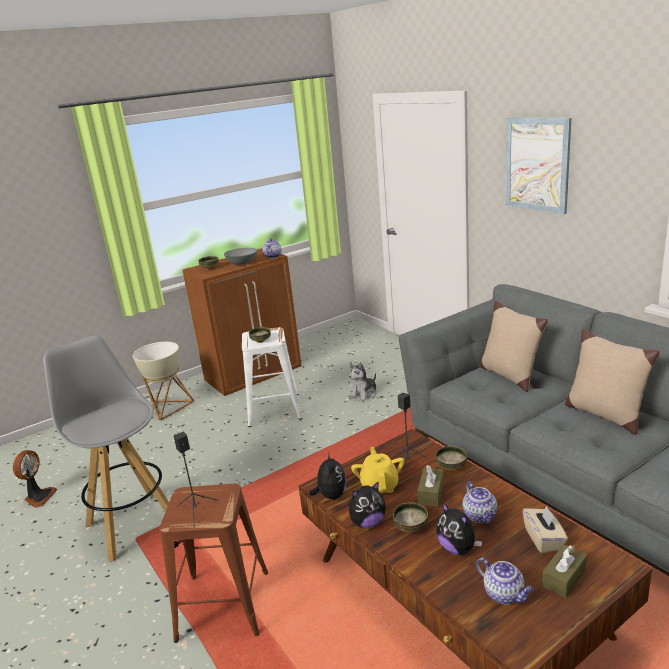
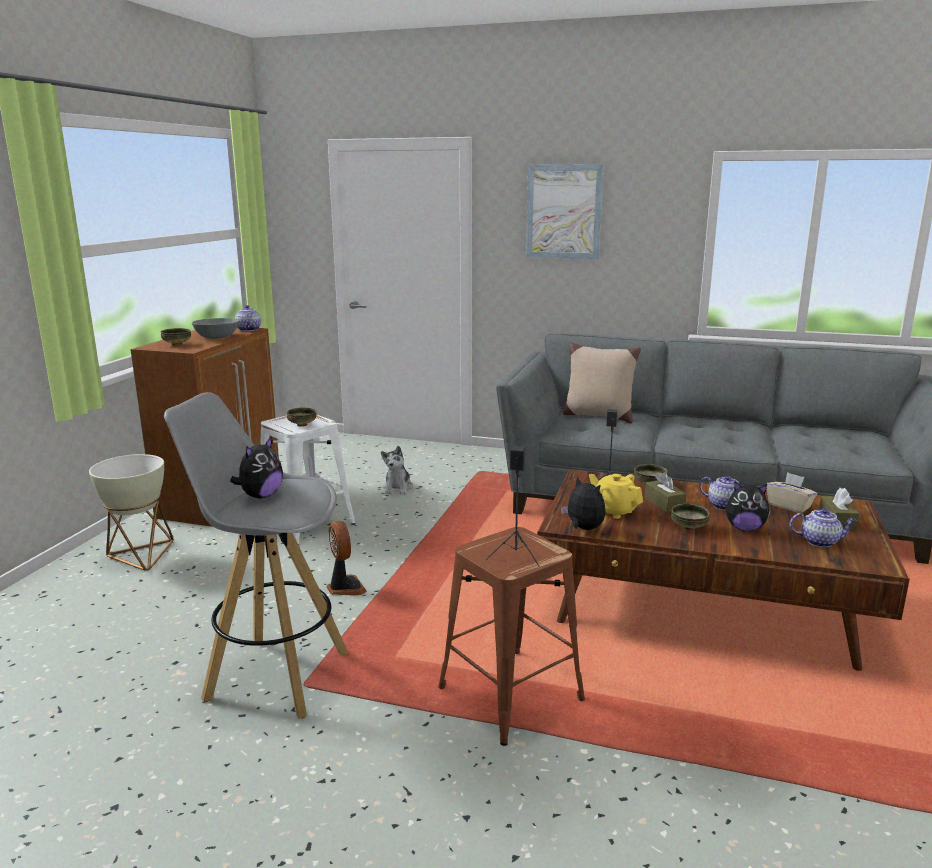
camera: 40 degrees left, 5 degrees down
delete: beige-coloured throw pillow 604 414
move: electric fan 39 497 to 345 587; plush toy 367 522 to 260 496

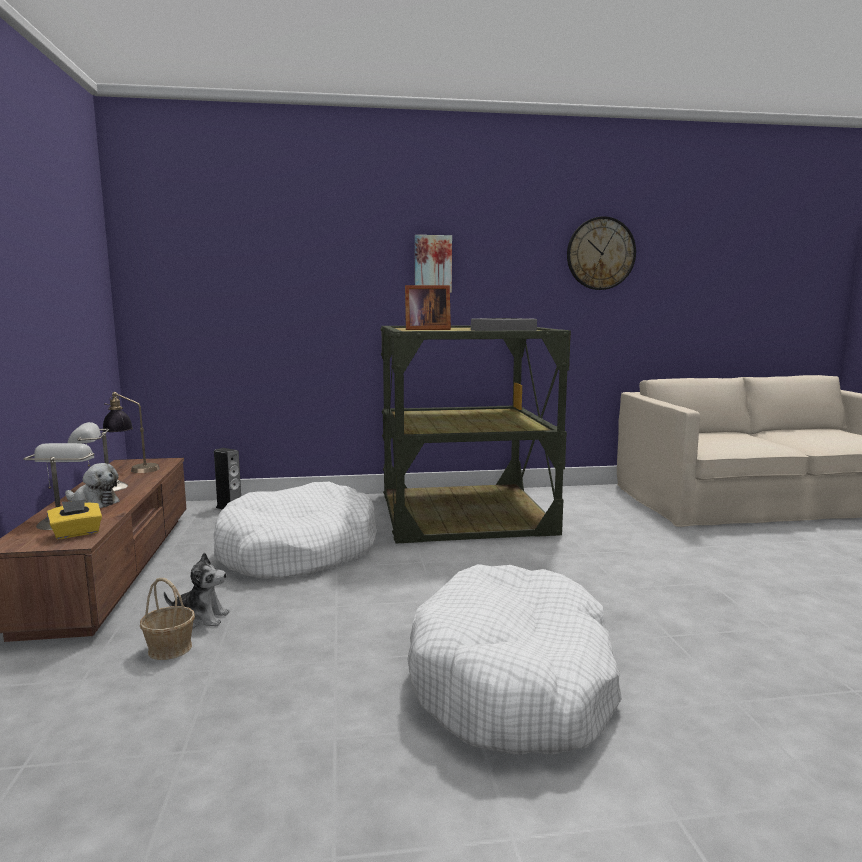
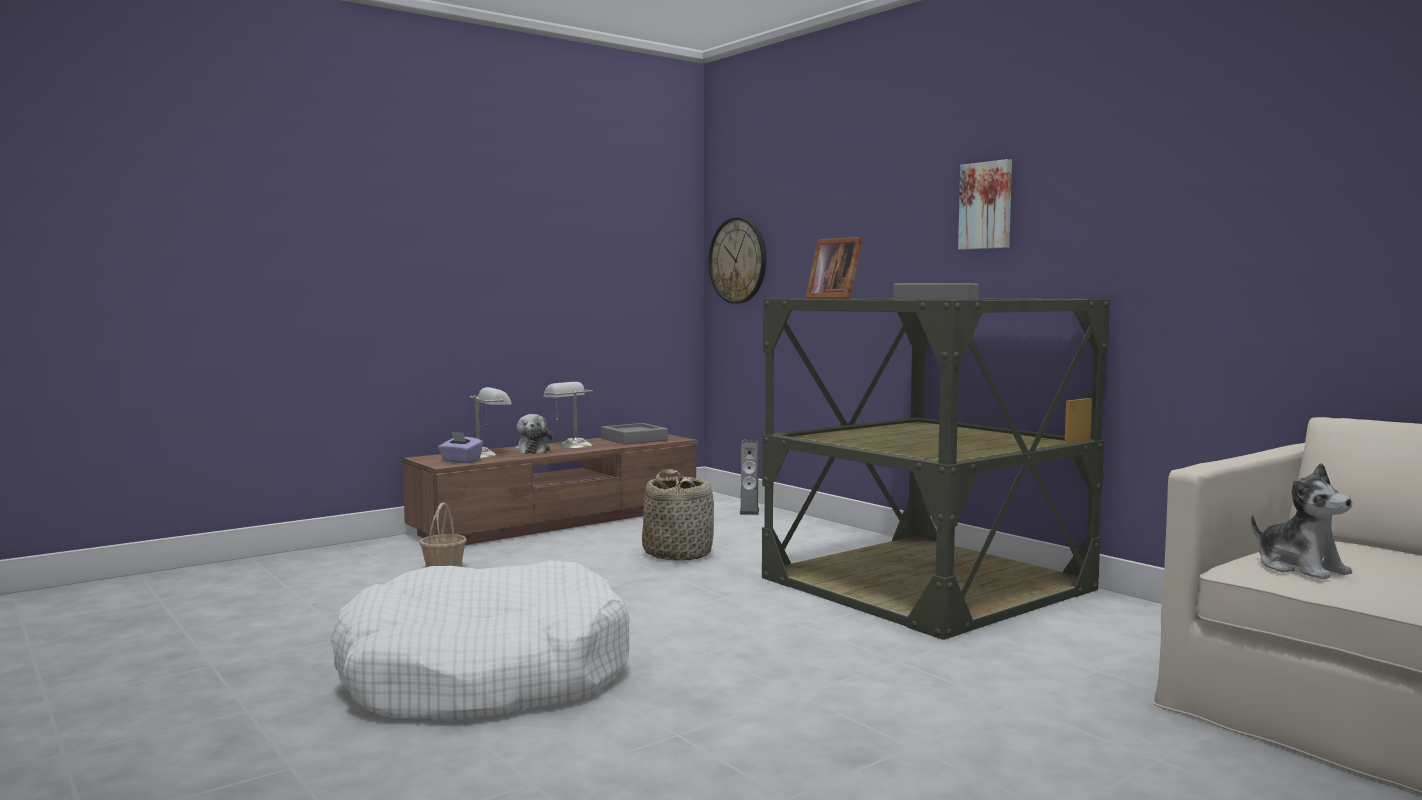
camera: 60 degrees right, 5 degrees down
move: plush toy 200 618 to 1300 568; hanging clock 600 253 to 738 260
replace: lamp for a table 133 469 to greyish serving tray 634 439; whitish dog cushion 297 551 to basket 678 554
recolor: yellow-coloured tissue holder 77 533 to purple tissue holder 460 461

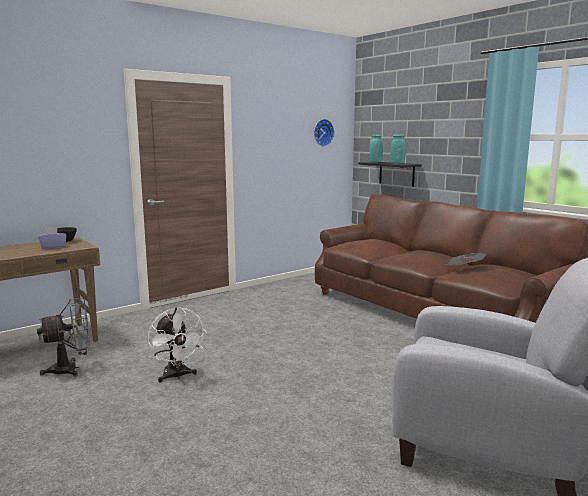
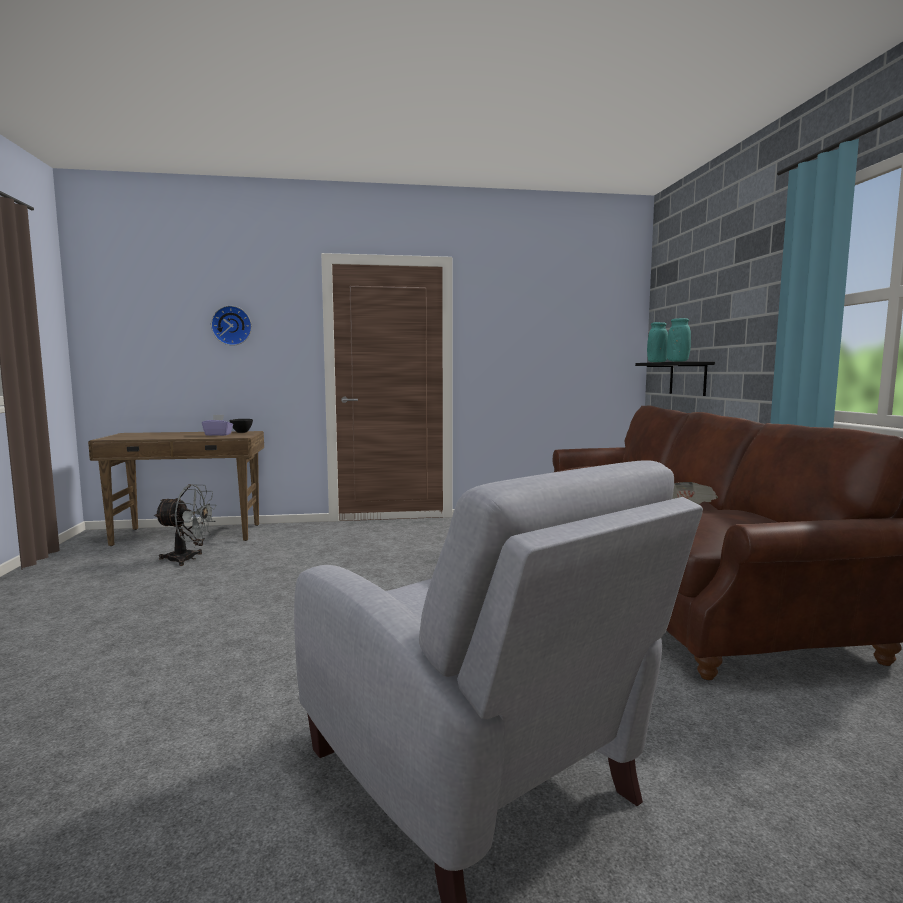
camera: 30 degrees right, 5 degrees down
delete: whitish electric fan 177 376
move: hanging clock 322 132 to 232 325

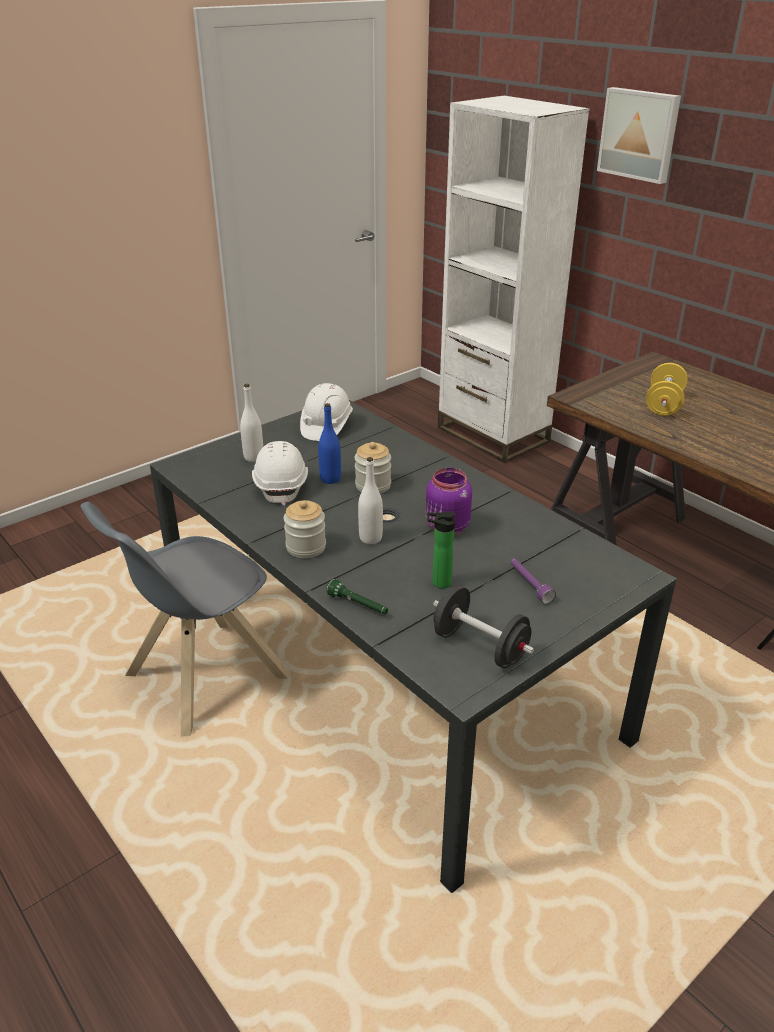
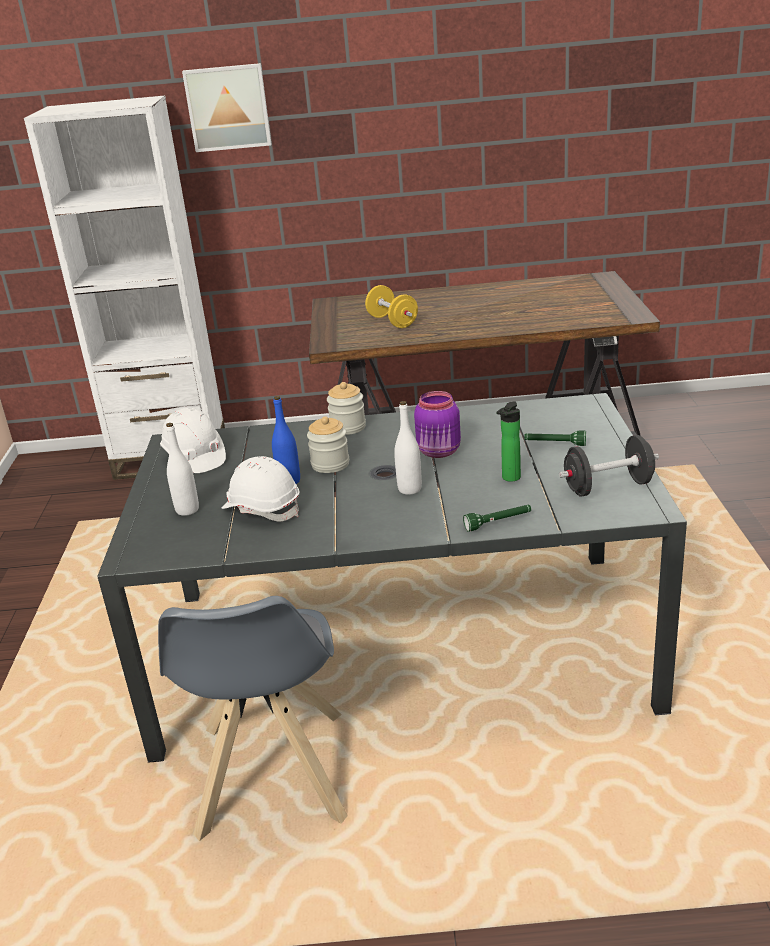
camera: 50 degrees left, 5 degrees down
move: jar 306 547 to 348 427
recolor: purple flashlight 529 584 to green-coloured flashlight 555 444

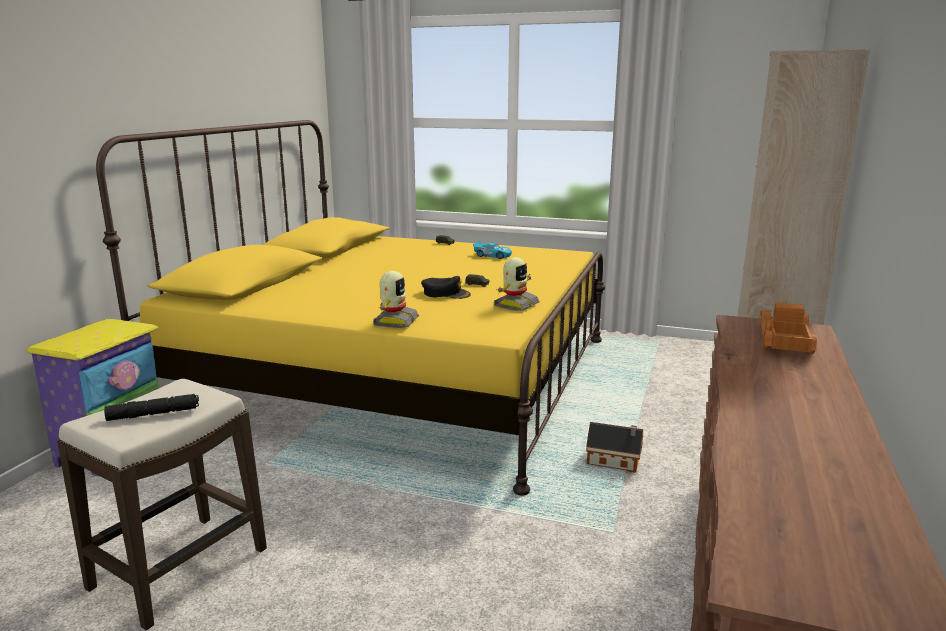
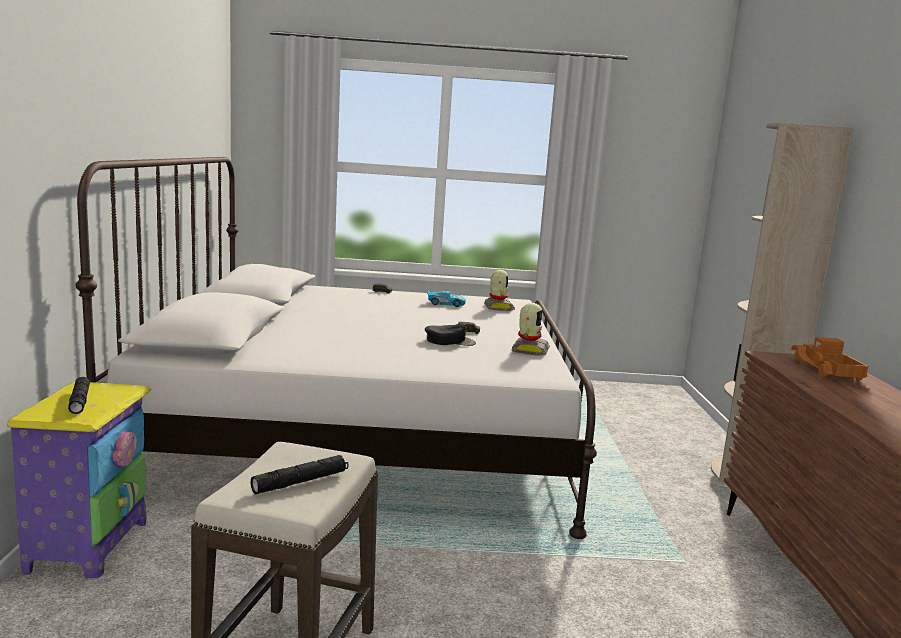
camera: 20 degrees left, 5 degrees down
delete: toy house 615 461
insert: black flashlight 80 401
move: model robot 394 321 to 498 307
recolor: yellow-coloured sleeping bed 399 376 to whitish sleeping bed 364 433

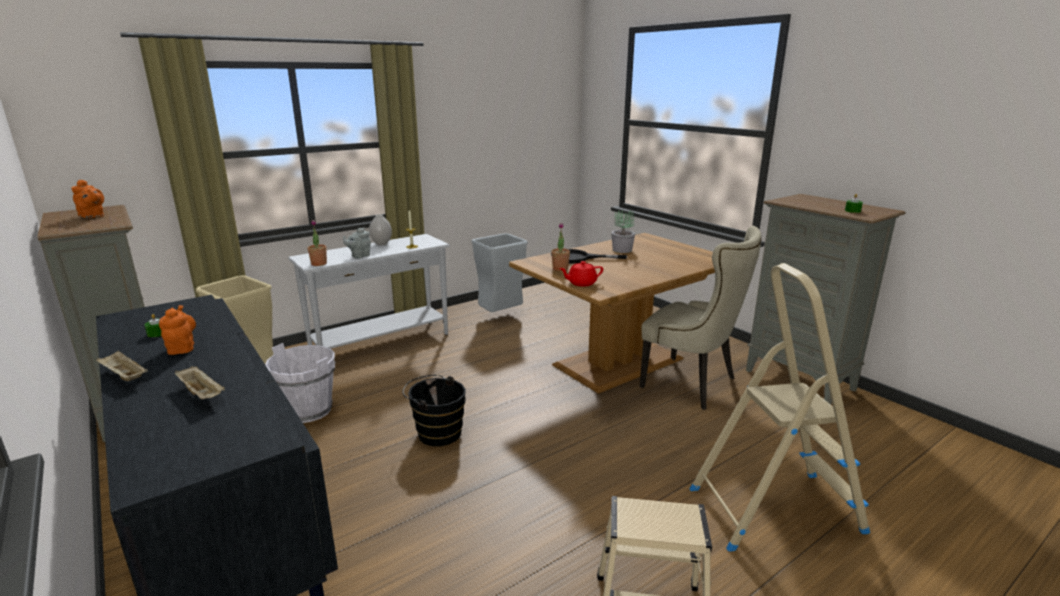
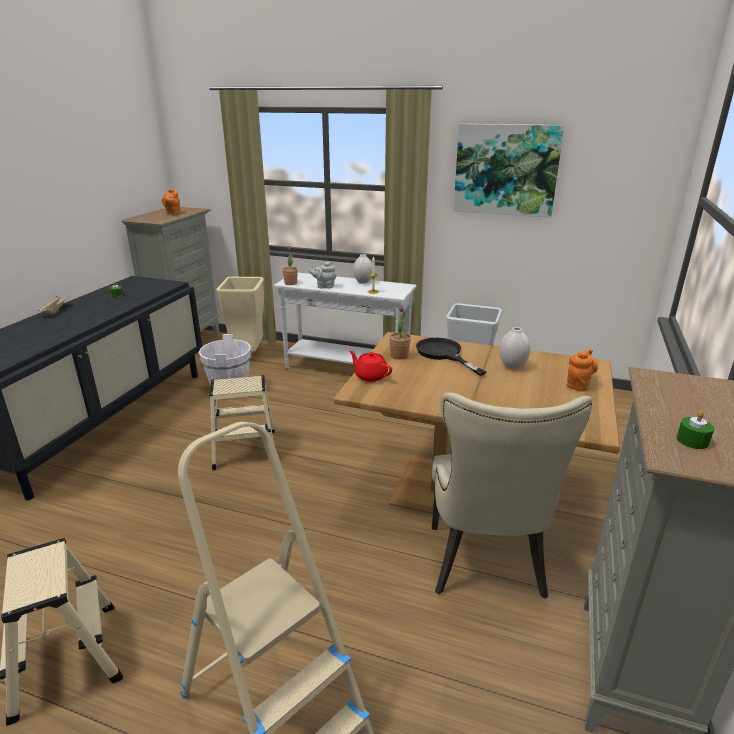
camera: 55 degrees right, 5 degrees up
delete: beige-coloured serving tray 202 394
insert: picture 506 170
move: orangey teapot 182 348 to 578 384
replace: black pail 436 432 to beige-coloured step stool 245 449; plant in a pot 622 250 to whitish flower vase 512 366

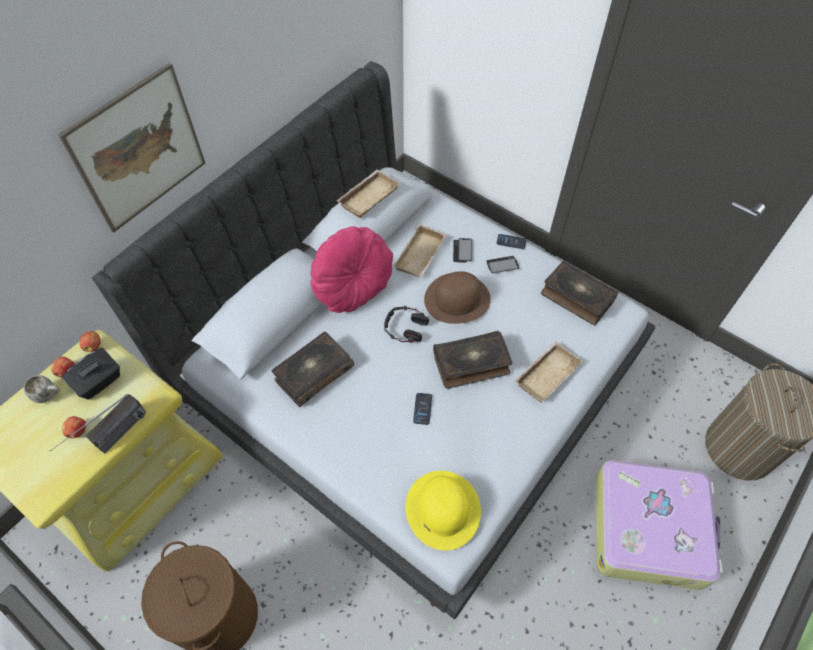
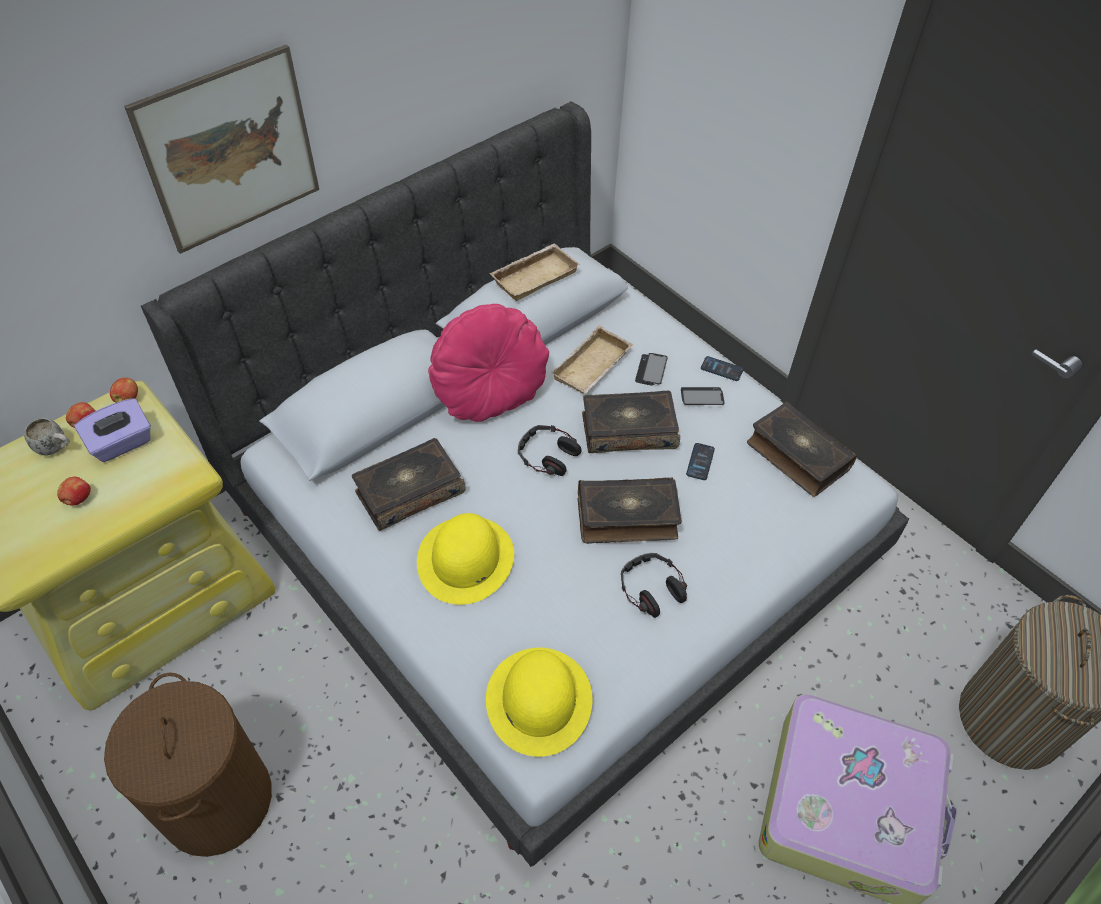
camera: 10 degrees right, 5 degrees down
delete: radio set 111 441; beige-coloured serving tray 546 373
insert: yellow-coloured hat 466 559; pair of headphones 651 588
move: handset 422 409 to 700 462
replace: brown-coloured hat 457 299 to bound book 628 430
recolor: black tissue holder 99 382 to purple tissue holder 122 443

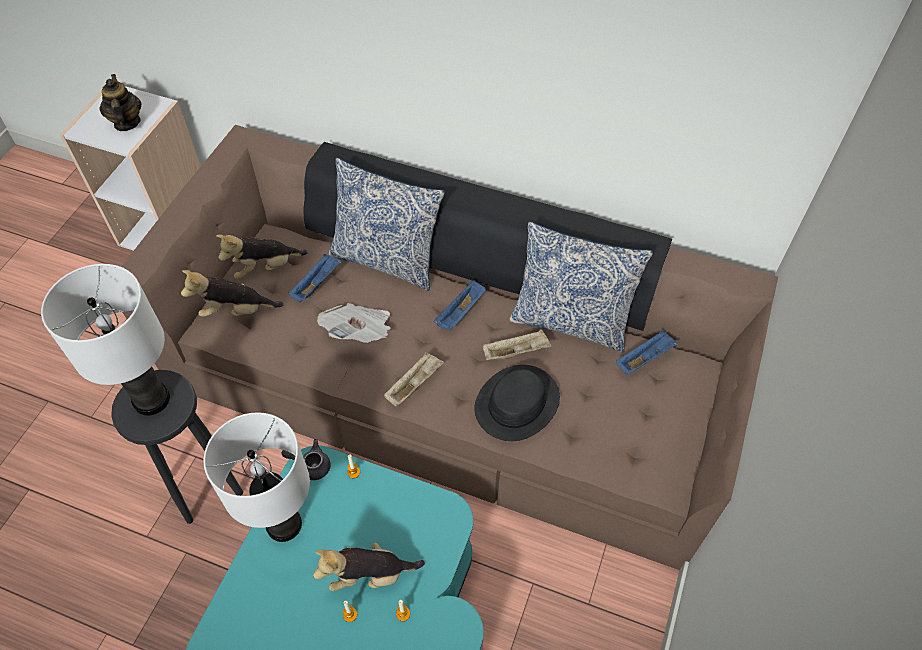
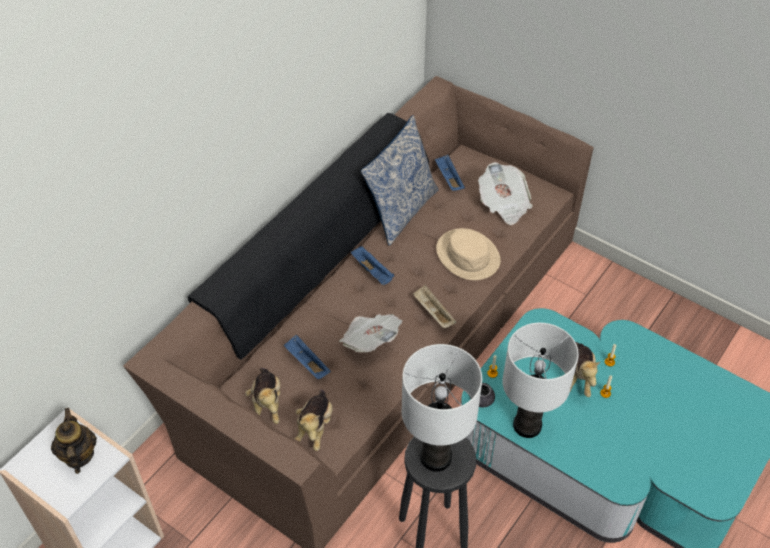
camera: 75 degrees left, 5 degrees down
delete: throw pillow 387 259; beige-coloured serving tray 516 352
insert: newspaper 504 204
recolor: black hat 517 403 to beige-coloured hat 468 255
rotate: teapot 126 122 = 78 455 75 degrees clockwise

